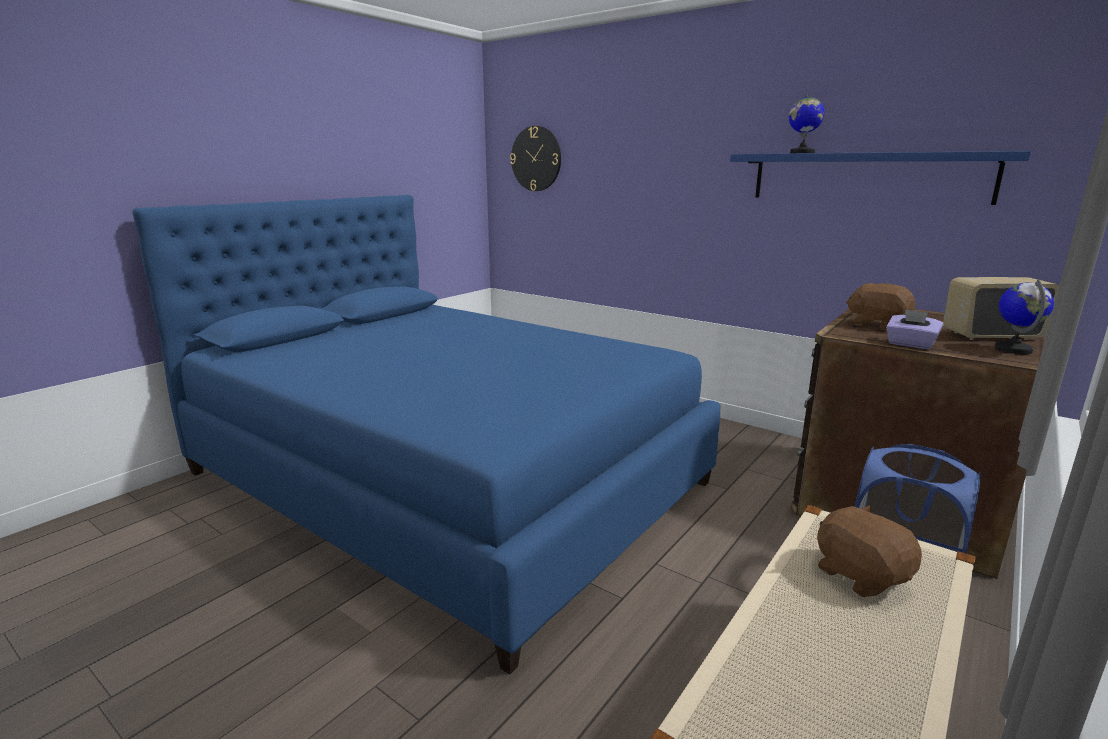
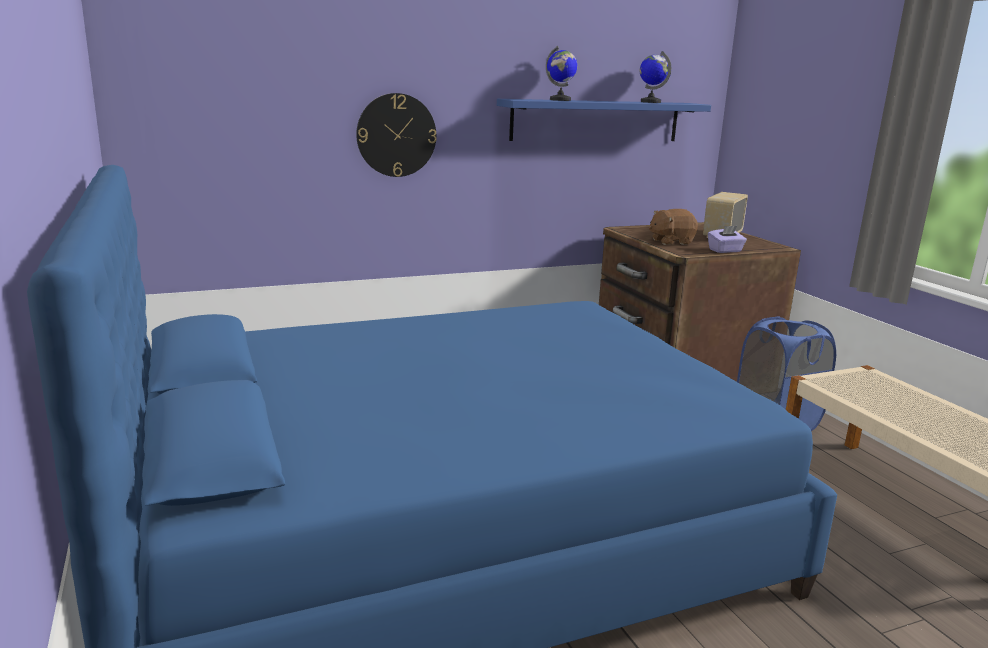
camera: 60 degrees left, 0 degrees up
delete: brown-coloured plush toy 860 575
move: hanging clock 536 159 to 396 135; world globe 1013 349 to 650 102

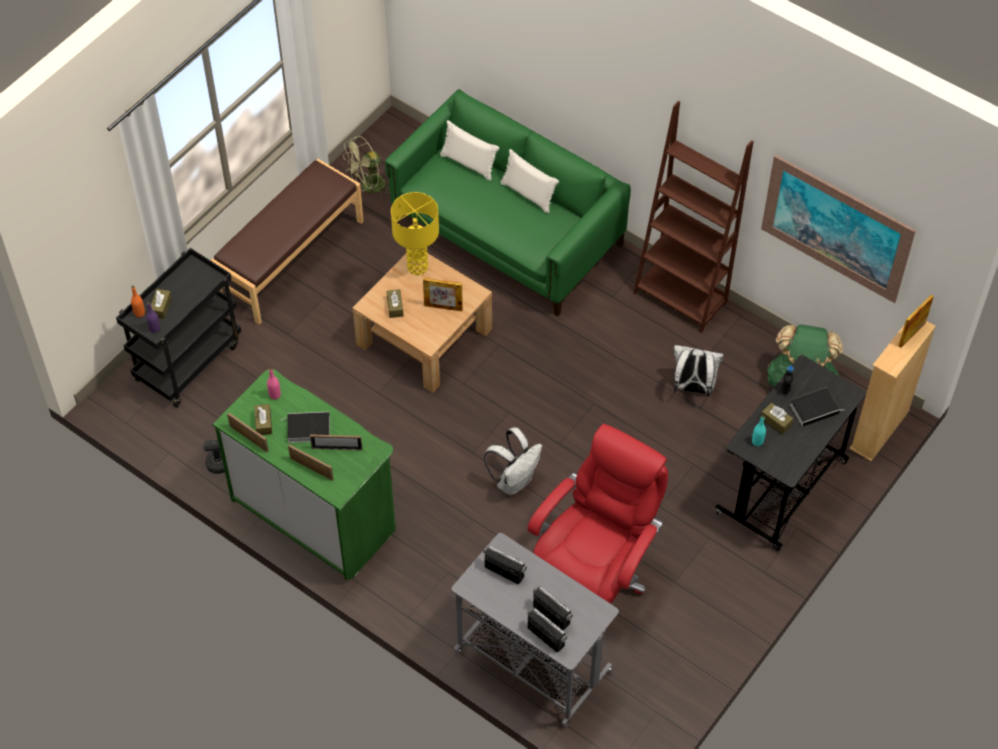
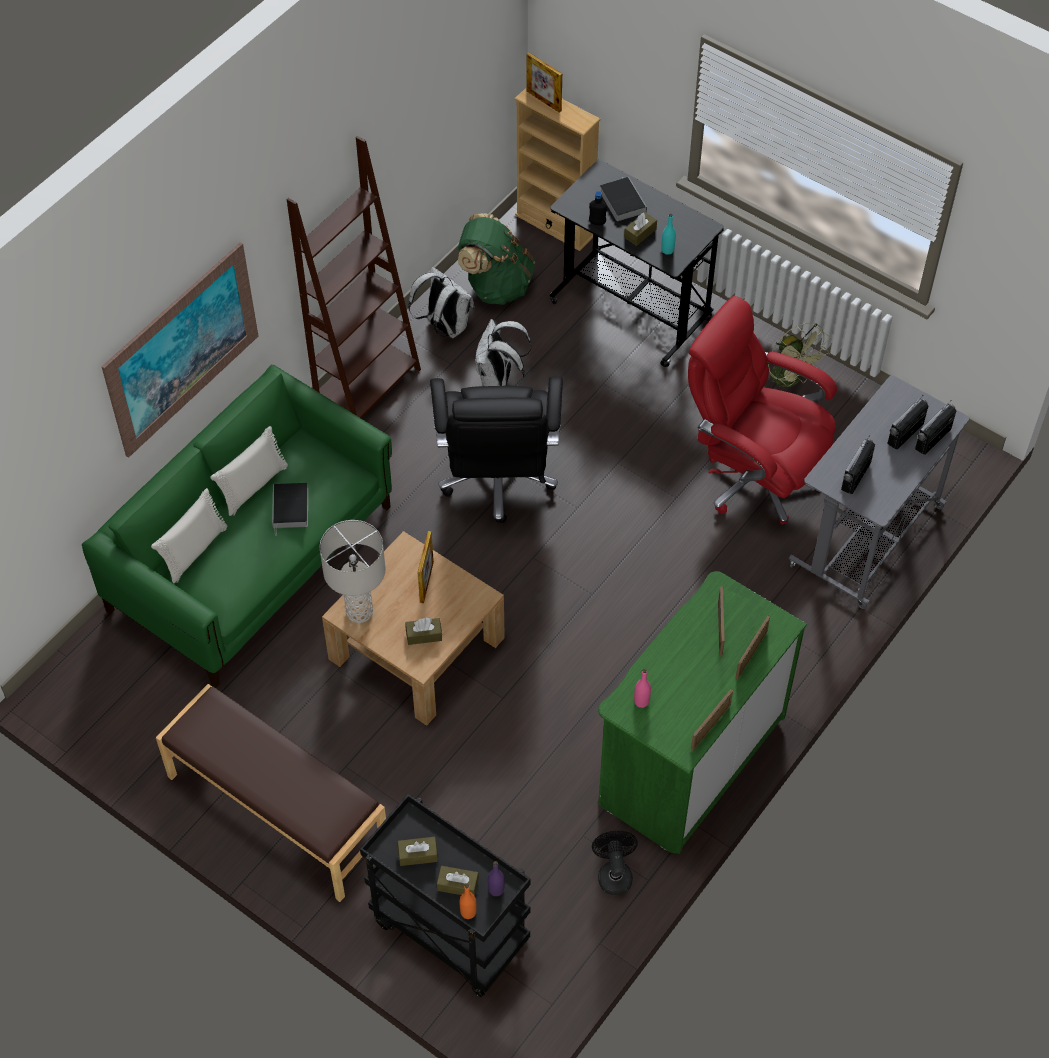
camera: 90 degrees left, 0 degrees up
insert: black computer chair 498 484
move: brown-coloured tissue holder 263 423 to 418 854; bound book 307 429 to 291 509; green-coloured electric fan 368 187 to 791 380; whitish knapsack 514 480 to 444 327; picture 836 228 to 182 349
recolor: yellow-coloured lamp for a table 418 267 to whitish lamp for a table 359 611

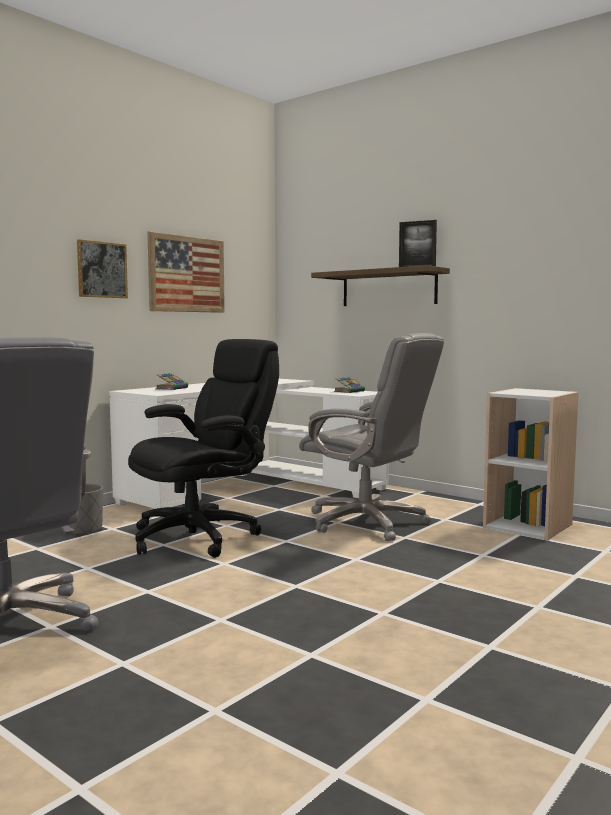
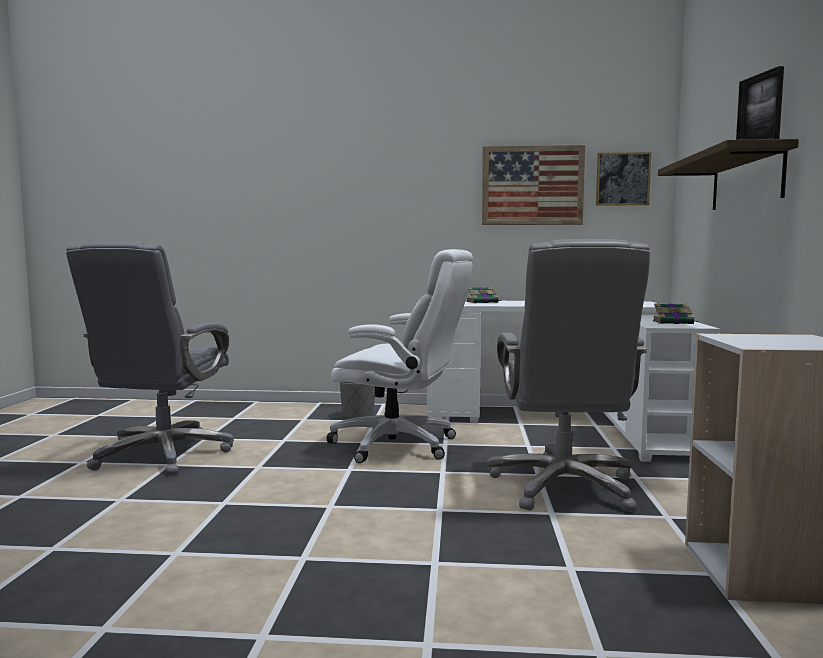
camera: 55 degrees right, 0 degrees up
move: picture 102 270 to 622 179
recolor: black computer chair 203 536 to whitish computer chair 402 446

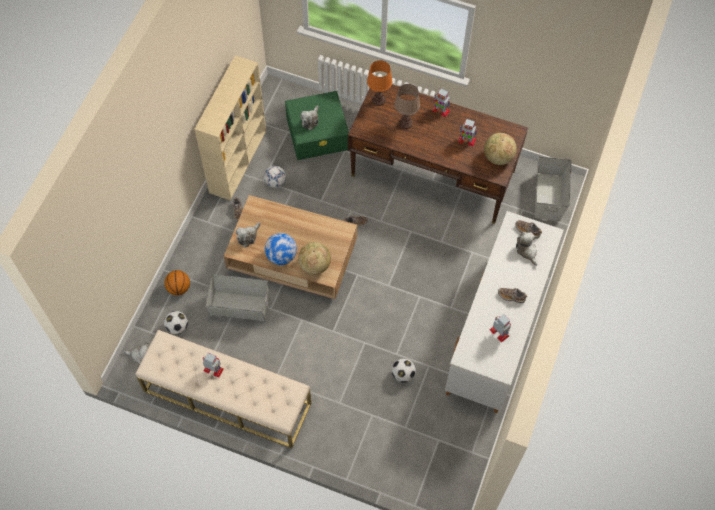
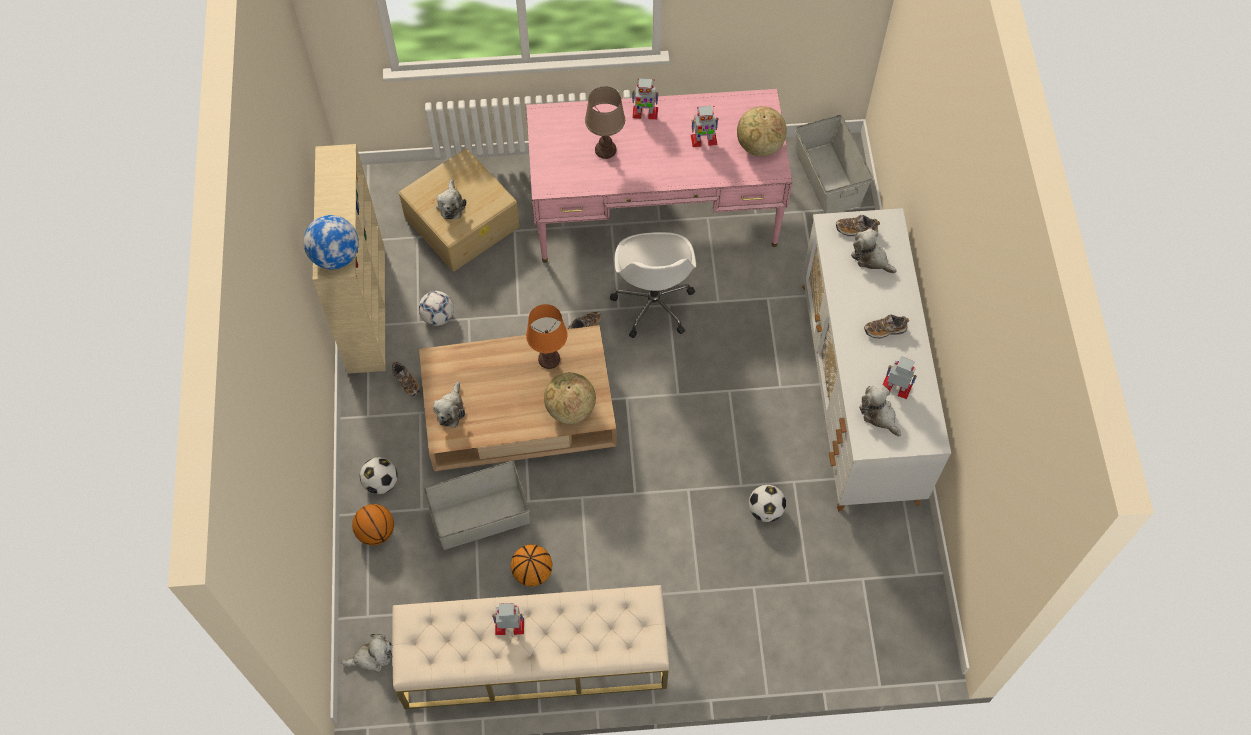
camera: 25 degrees left, 0 degrees up
insert: basketball ball 532 572; whitish computer chair 653 308; plush toy 879 415
move: football 177 327 to 381 483; world globe 281 256 to 336 256; orangey lamp for a table 378 100 to 549 359
recolor: green-coloured storage bin 318 133 to beige-coloured storage bin 463 221; brown-coloured desk unit 432 173 to pink-coloured desk unit 655 211

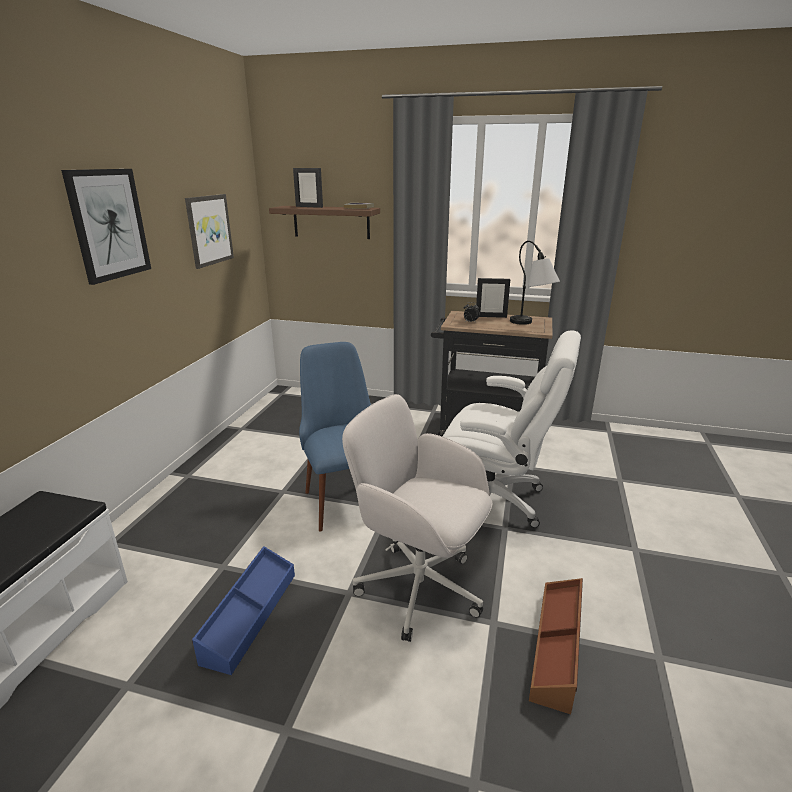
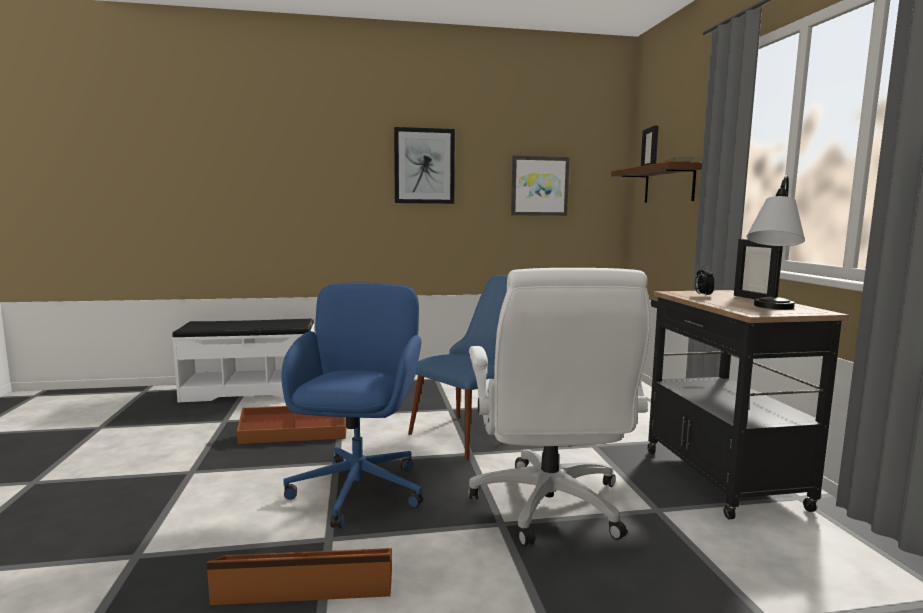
camera: 65 degrees right, 15 degrees down
recolor: blue-coloured storage bin 249 616 to brown-coloured storage bin 294 435; whitish computer chair 419 588 to blue-coloured computer chair 358 491

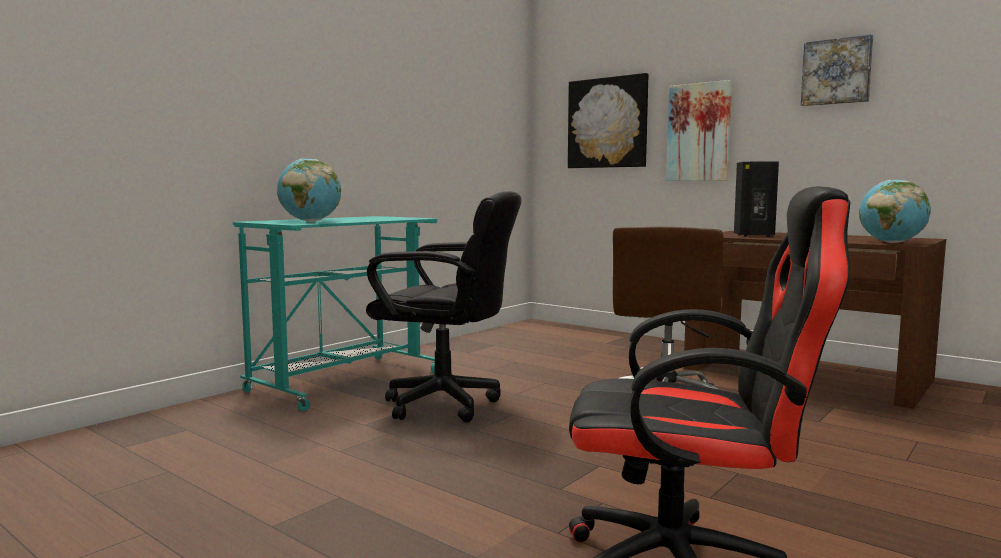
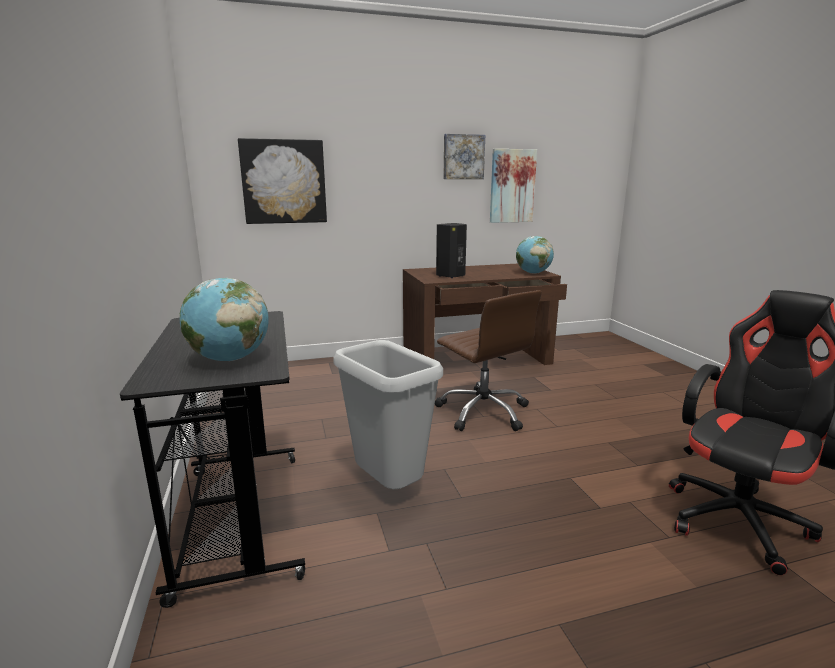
camera: 55 degrees left, 10 degrees up
move: picture 699 132 to 512 186
replace: black computer chair 449 405 to greyish waste bin 390 488
recolor: blue-green desk unit 345 381 to black desk unit 241 519

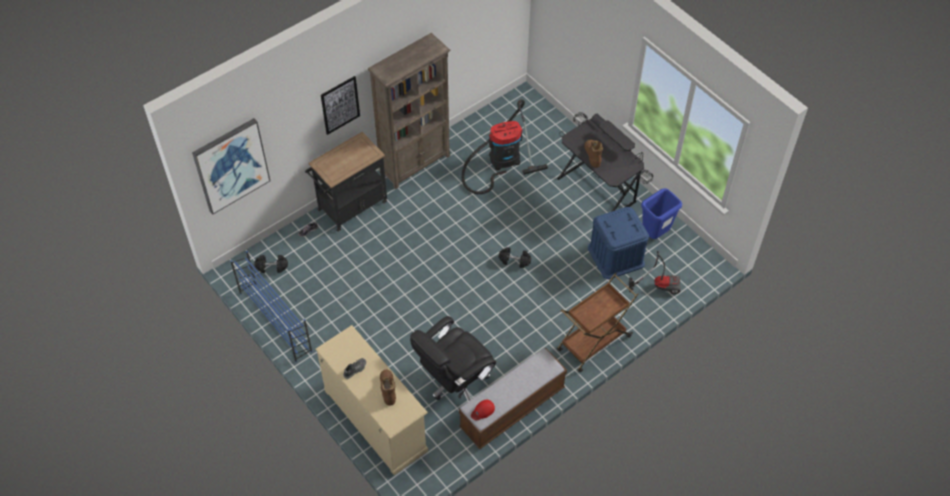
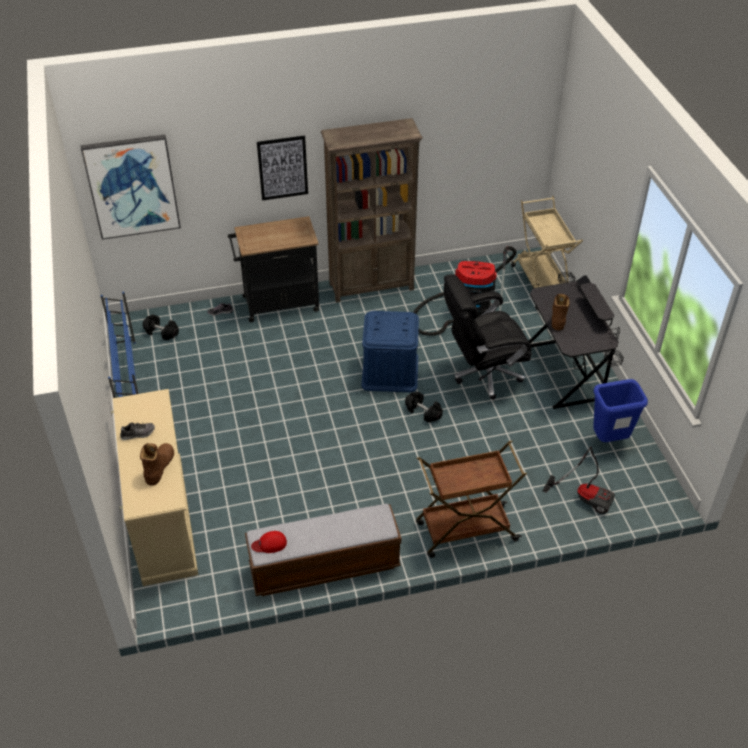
camera: 25 degrees right, 10 degrees down
insert: beige-coloured trolley 540 285
move: black computer chair 454 383 to 483 375; blue-coloured storage bin 616 256 to 390 371

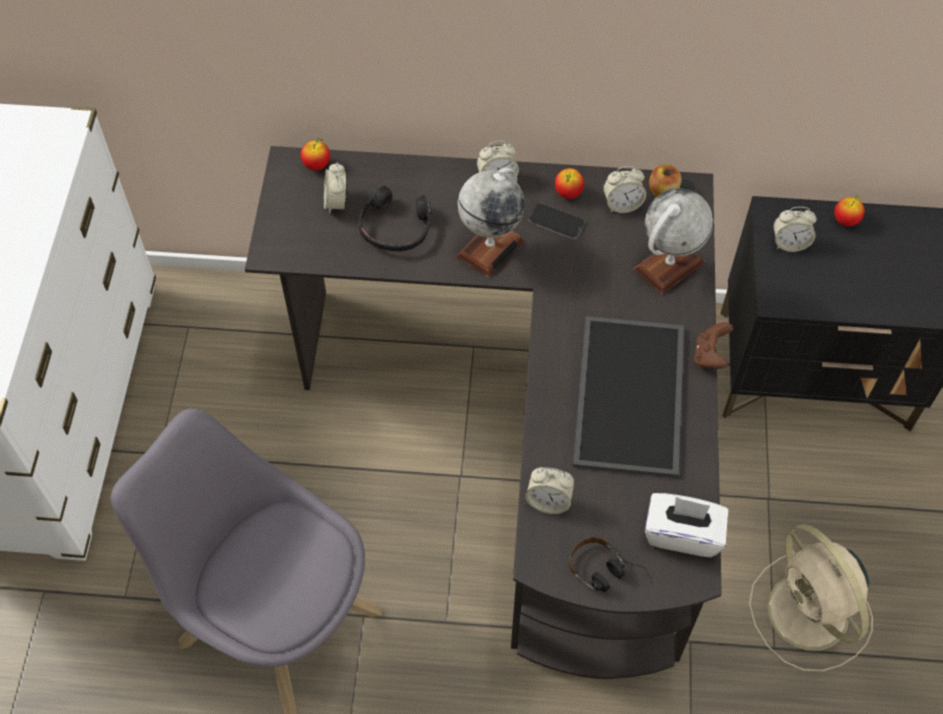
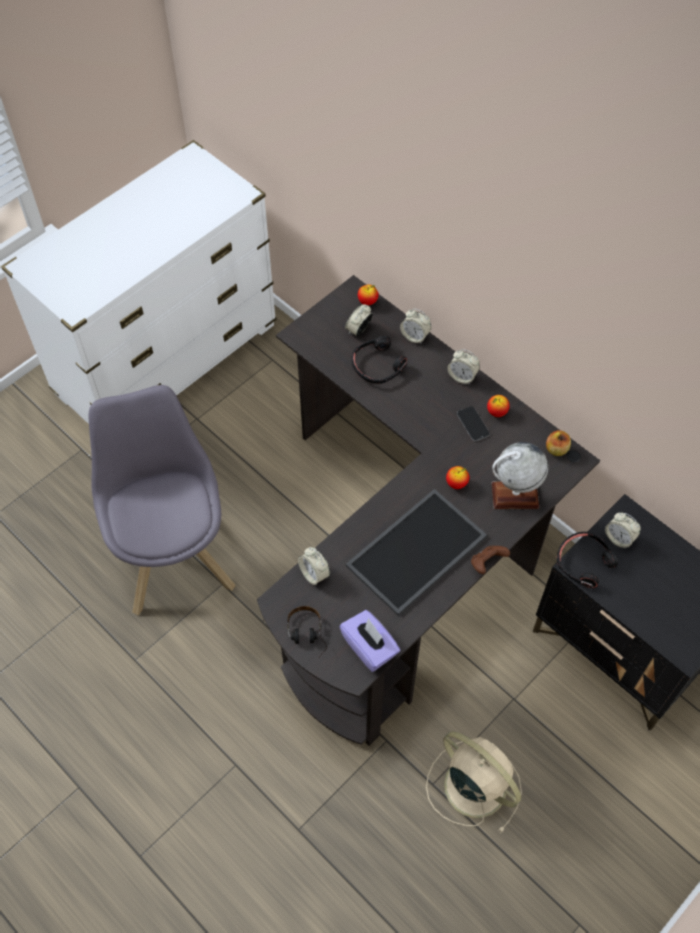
camera: 40 degrees right, 0 degrees up
delete: world globe 490 248
insert: black pair of headphones 584 562
move: alarm clock 622 204 to 415 336; apple fruit 845 220 to 456 483
recolor: whitish tissue holder 682 534 to purple tissue holder 369 647
rotate: beige-coloured electric fan 810 615 = 473 784 120 degrees clockwise

